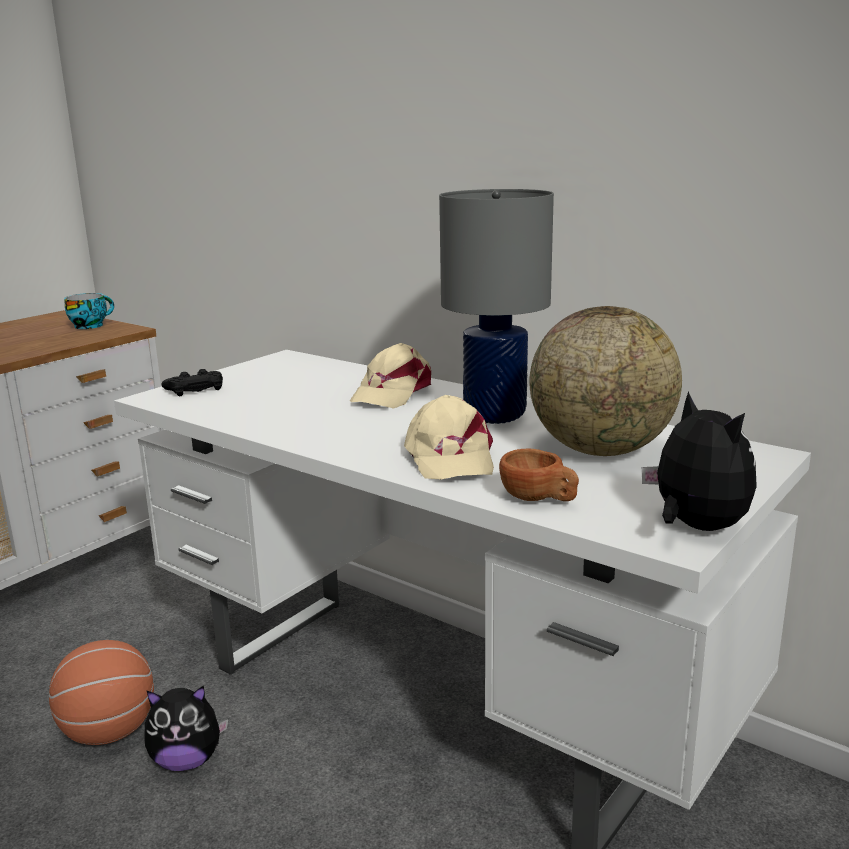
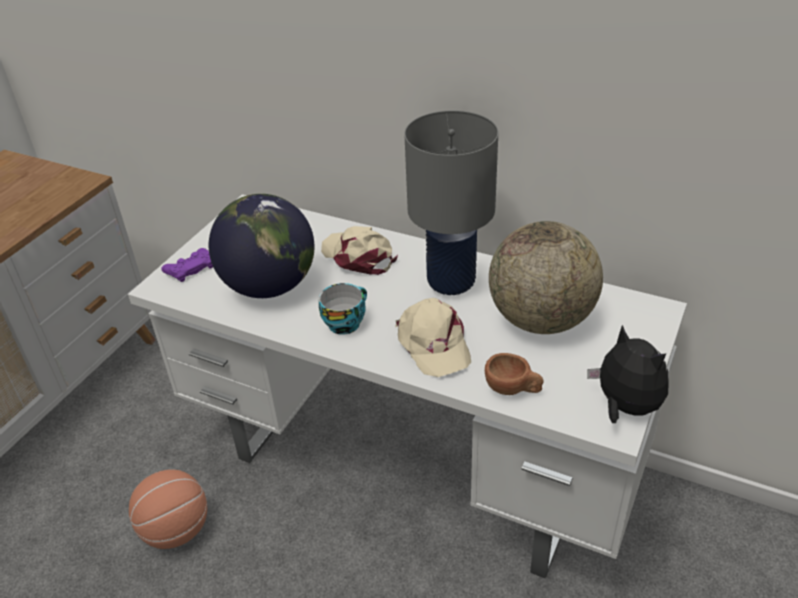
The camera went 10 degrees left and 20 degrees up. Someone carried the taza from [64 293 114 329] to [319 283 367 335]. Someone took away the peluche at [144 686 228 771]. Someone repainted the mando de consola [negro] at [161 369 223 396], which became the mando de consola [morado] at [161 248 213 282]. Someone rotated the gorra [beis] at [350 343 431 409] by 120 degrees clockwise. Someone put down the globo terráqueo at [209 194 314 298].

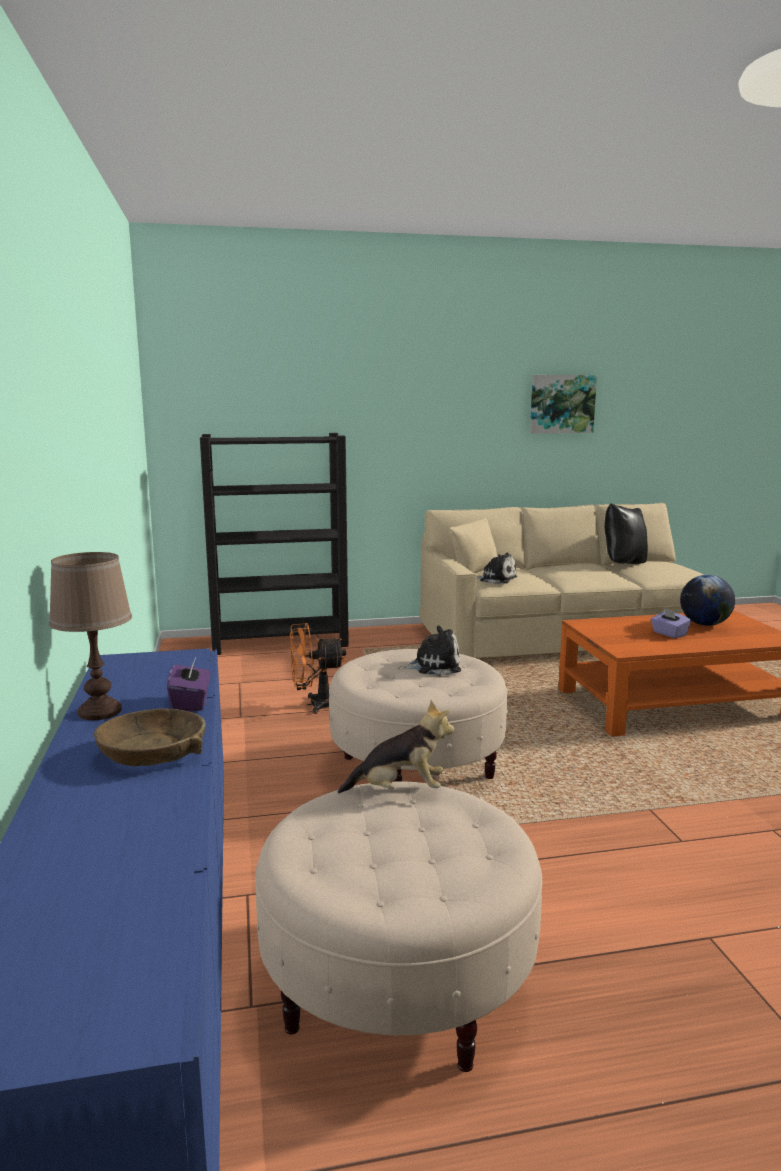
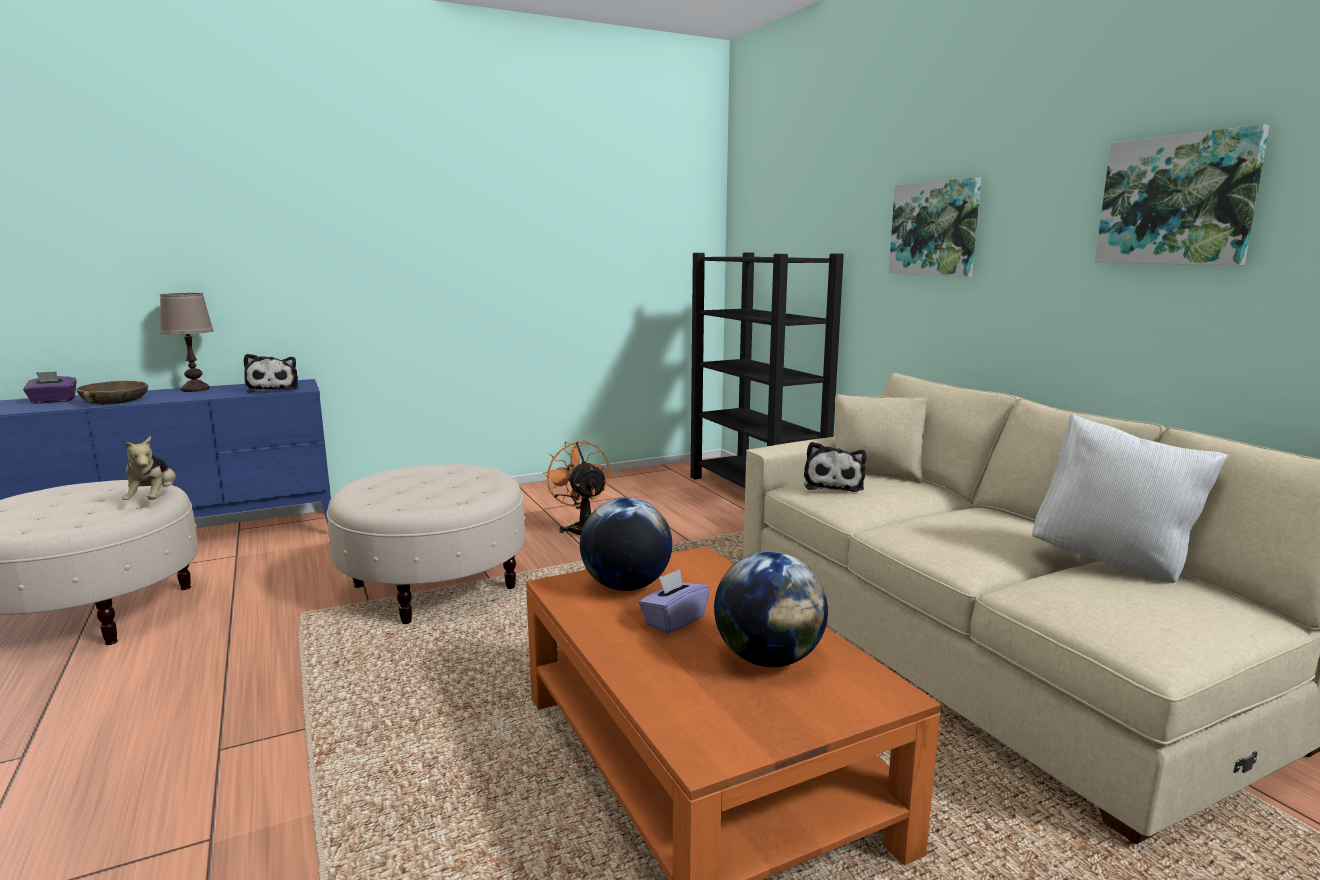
The camera went 75 degrees right and 0 degrees up. Someone carried the caja de pañuelos [morado] from [167 656 210 711] to [23 372 77 404]. Someone carried the peluche from [397 625 461 675] to [244 354 299 393]. Someone repainted the cojín [negro] at [604 503 648 564], which became the cojín [blanco] at [1032 413 1228 583]. Someone put down the globo terráqueo at [580 497 672 591]. Someone put up the cuadro at [889 177 981 277].

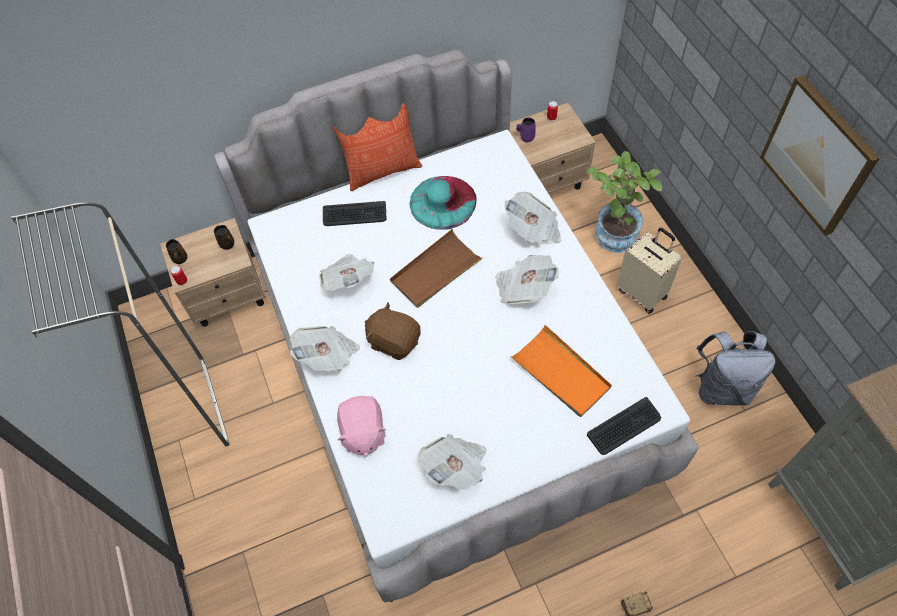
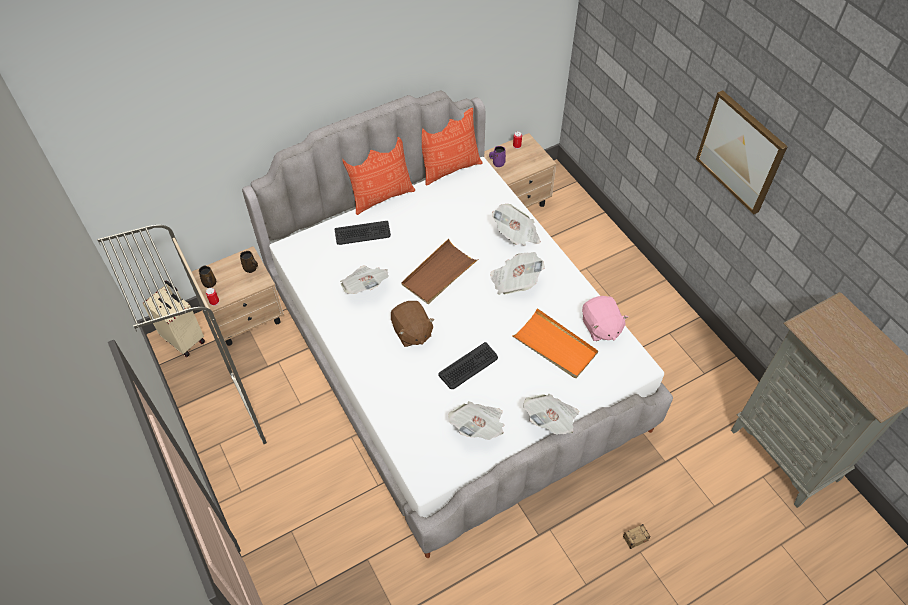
The camera went 10 degrees left and 5 degrees down. Someone carried the periódico from [290 326 360 371] to [523 394 579 435]. Someone carried the peluche [rosa] from [337 396 387 457] to [582 296 628 341]. Someone rotated the peluche [marrón] at [365 302 421 360] by 135 degrees counterclockwise. Someone took away the sombrero [turquesa] at [409 176 476 230]. Someone took away the planta en maceta at [586 151 662 253]. Someone carried the teclado from [587 397 661 455] to [438 342 498 389]. Someone carried the maleta [beis] from [617 228 682 314] to [142 280 205 357]. Someone took away the mochila [gris] at [695 331 775 406]. Someone put down the cojín [naranja] at [422 108 482 186].

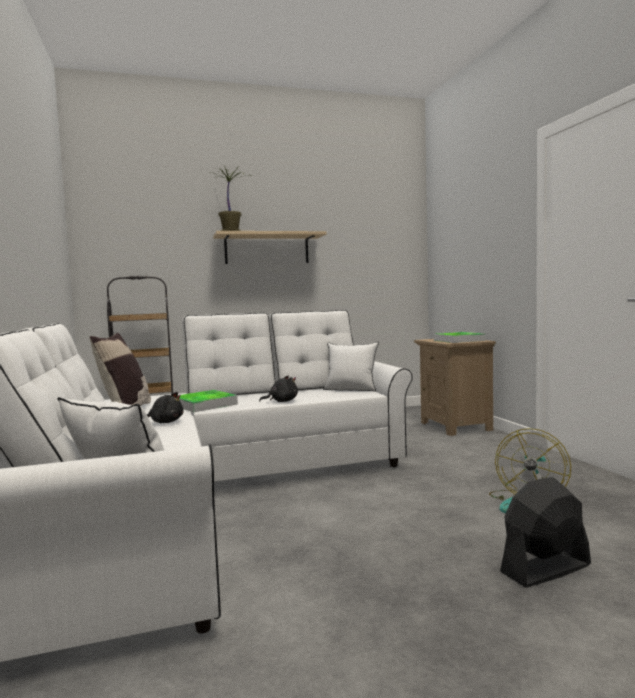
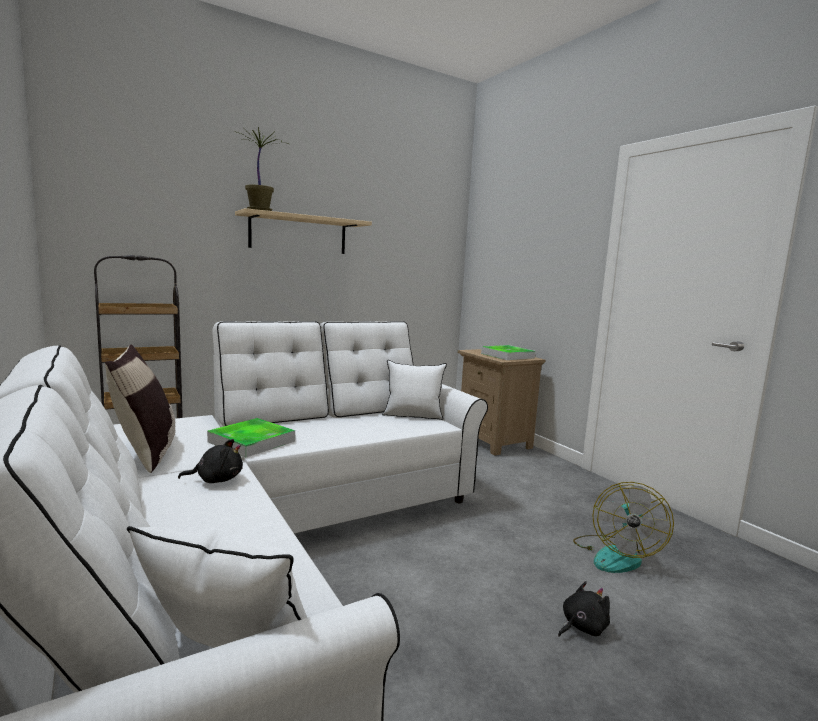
The camera went 15 degrees left and 5 degrees up. Someone carried the peluche [negro] from [259 375 298 402] to [558 581 610 637]. Someone took away the ventilador [negro] at [500 477 591 588].

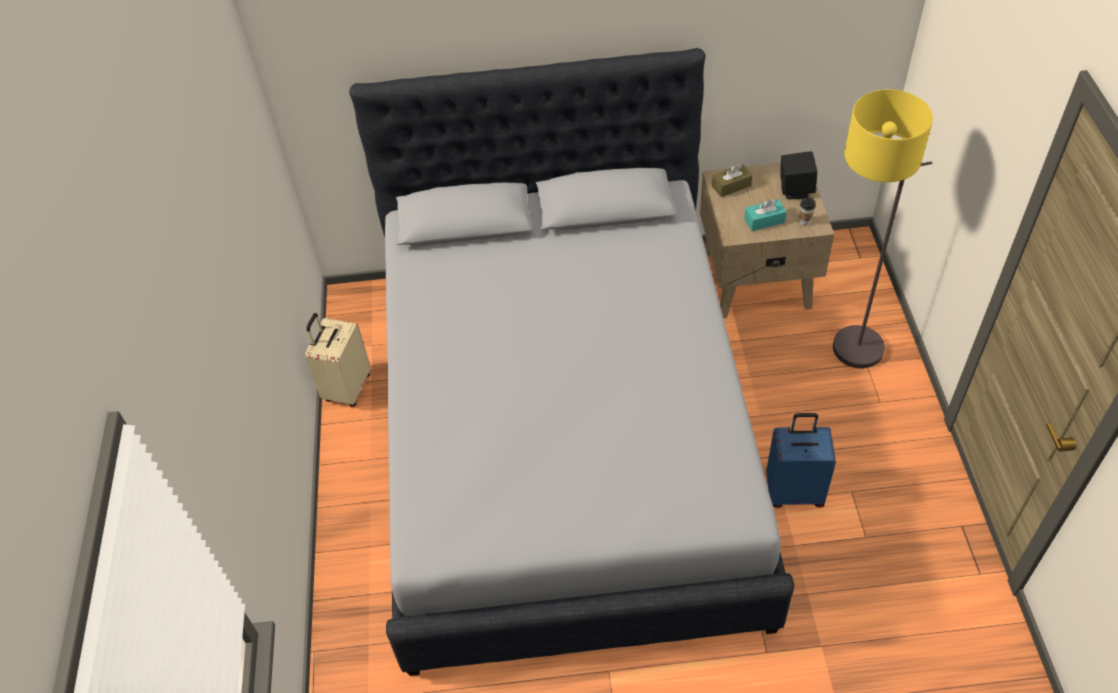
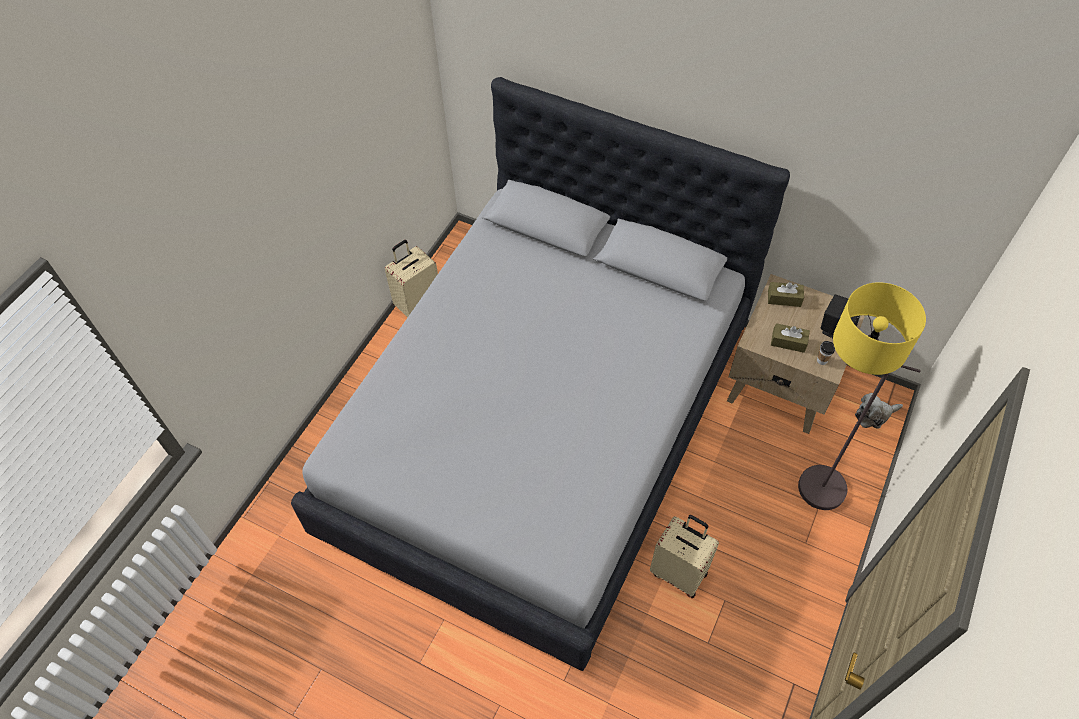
The camera went 30 degrees right and 5 degrees up. Someone repainted the caja de pañuelos [turquesa] at [744 199 787 231], which became the caja de pañuelos [marrón] at [771 323 810 353]. Someone repainted the maleta [azul] at [766 413 836 508], which became the maleta [beis] at [650 515 719 598]. Someone put down the peluche at [855 393 903 429].

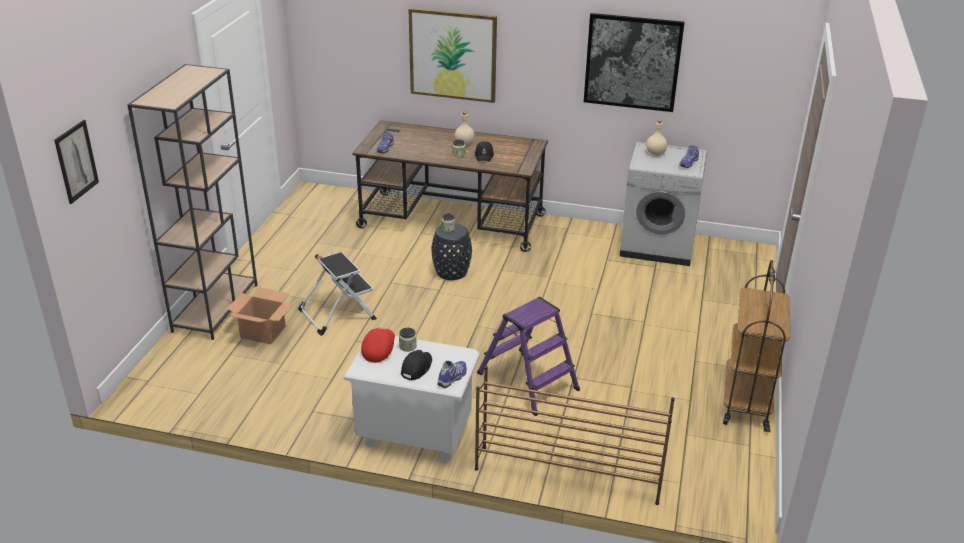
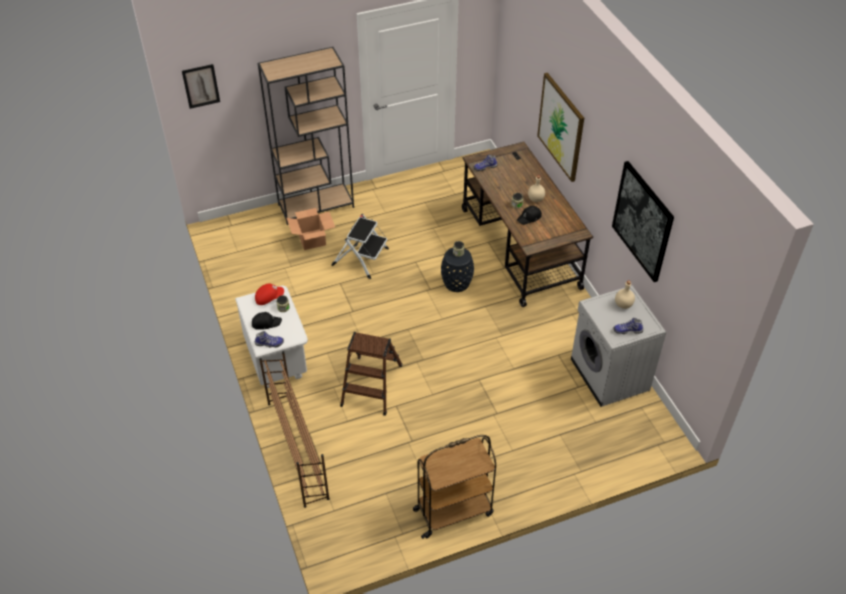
The camera went 55 degrees right and 15 degrees up. Someone repainted the escalera de tijera [morado] at [477 296 580 416], which became the escalera de tijera [marrón] at [340 332 403 416].

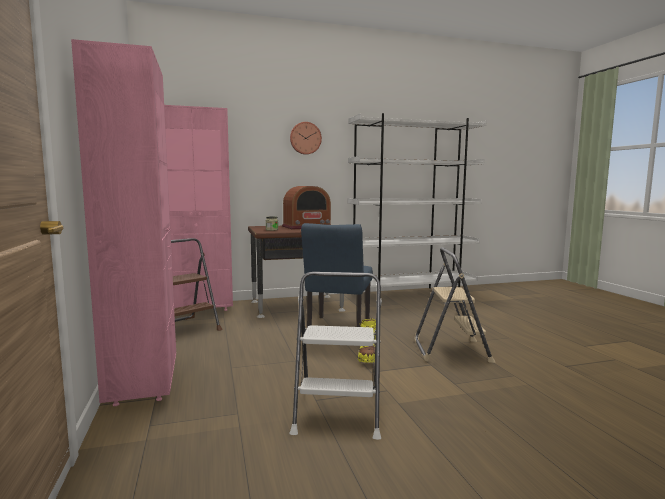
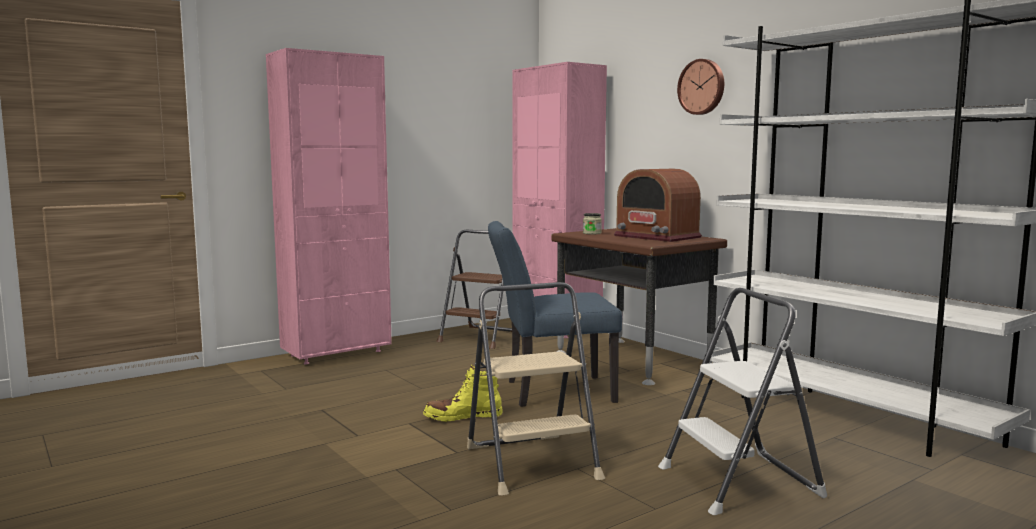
The camera went 70 degrees right and 0 degrees up. Someone carried the escalera de tijera [blanco] from [289 272 382 440] to [658 288 827 515].

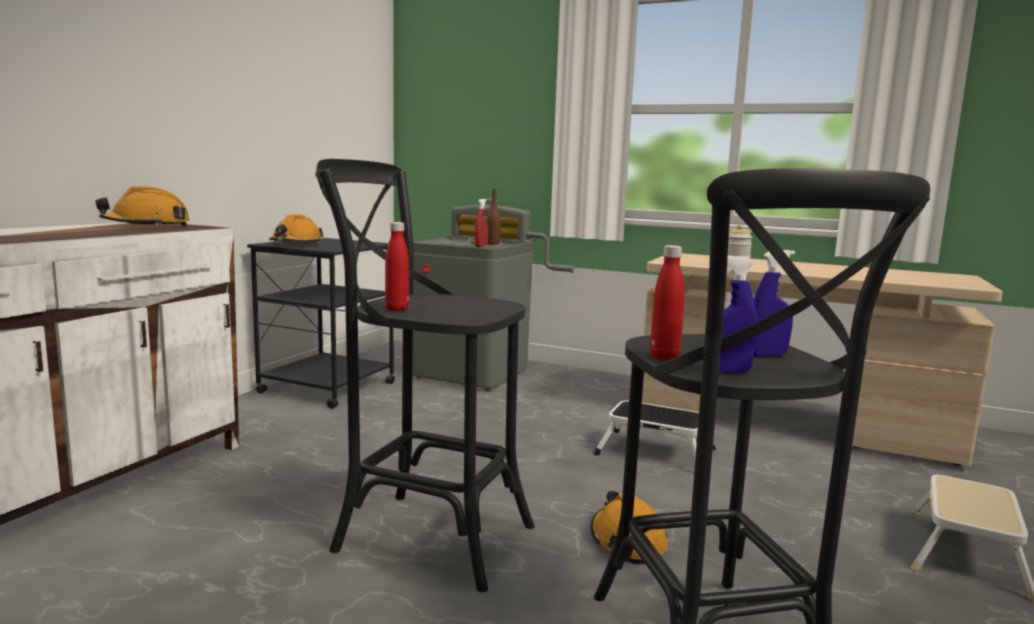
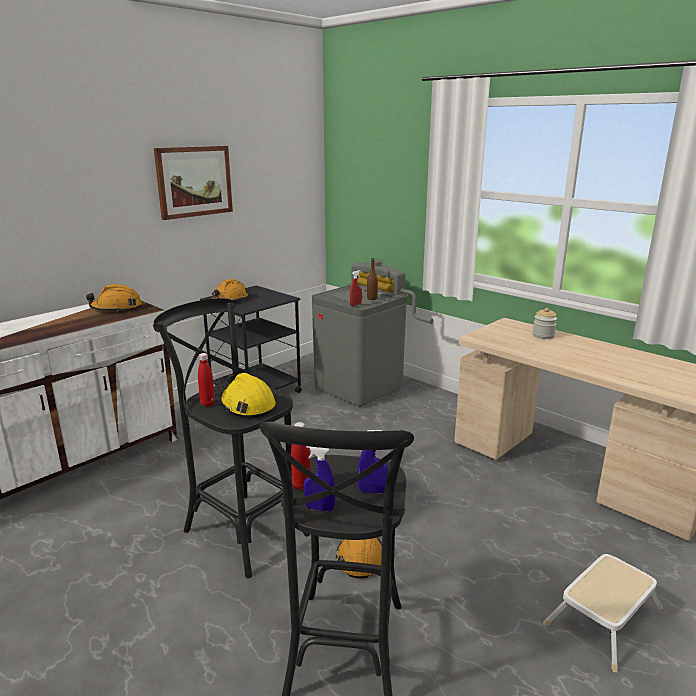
The camera went 20 degrees right and 10 degrees up. Someone took away the escalera de tijera [negro] at [593 400 716 457]. Someone put up the cuadro at [154 146 233 220]. Someone put down the casco [amarillo] at [220 373 276 418].

